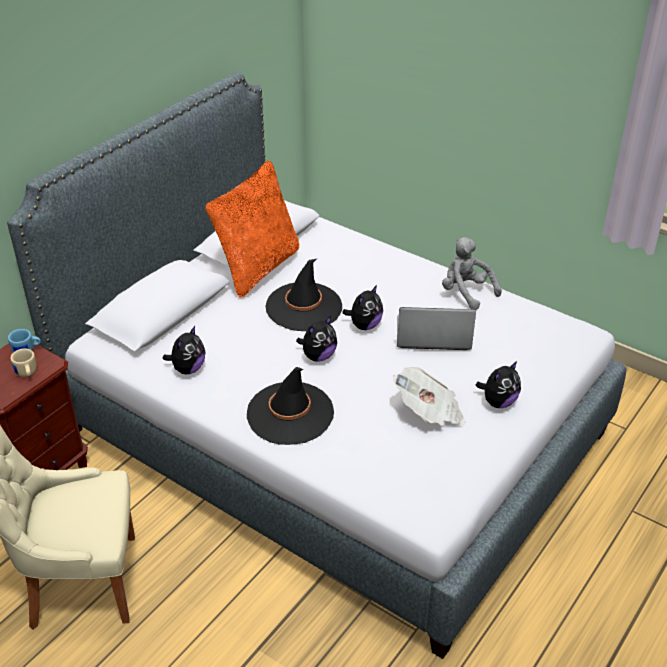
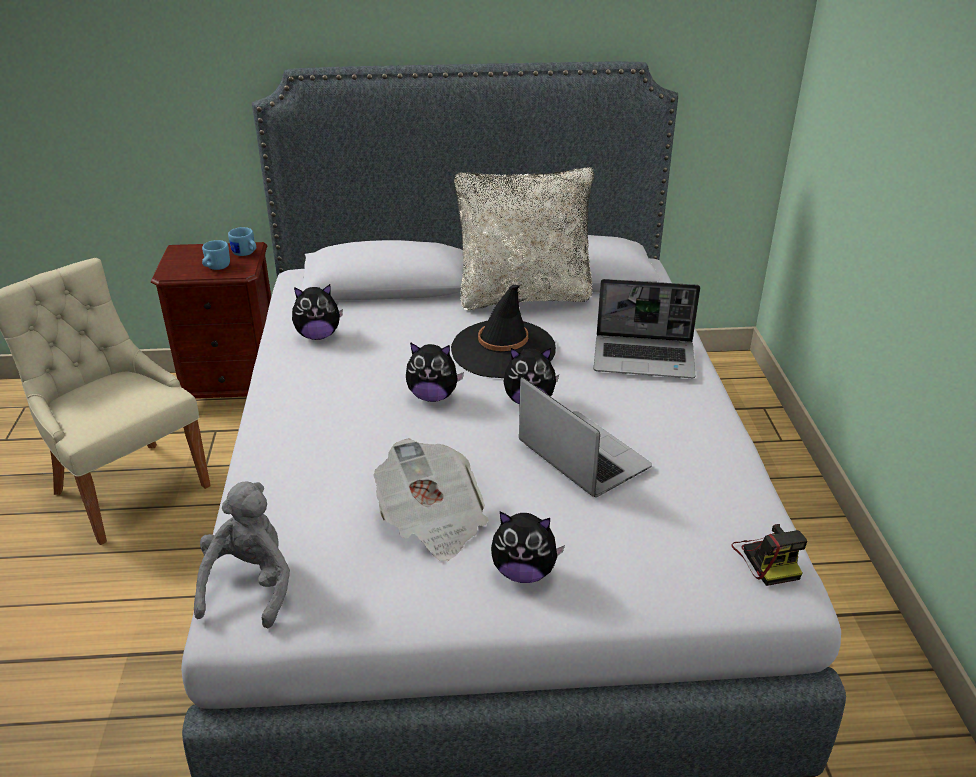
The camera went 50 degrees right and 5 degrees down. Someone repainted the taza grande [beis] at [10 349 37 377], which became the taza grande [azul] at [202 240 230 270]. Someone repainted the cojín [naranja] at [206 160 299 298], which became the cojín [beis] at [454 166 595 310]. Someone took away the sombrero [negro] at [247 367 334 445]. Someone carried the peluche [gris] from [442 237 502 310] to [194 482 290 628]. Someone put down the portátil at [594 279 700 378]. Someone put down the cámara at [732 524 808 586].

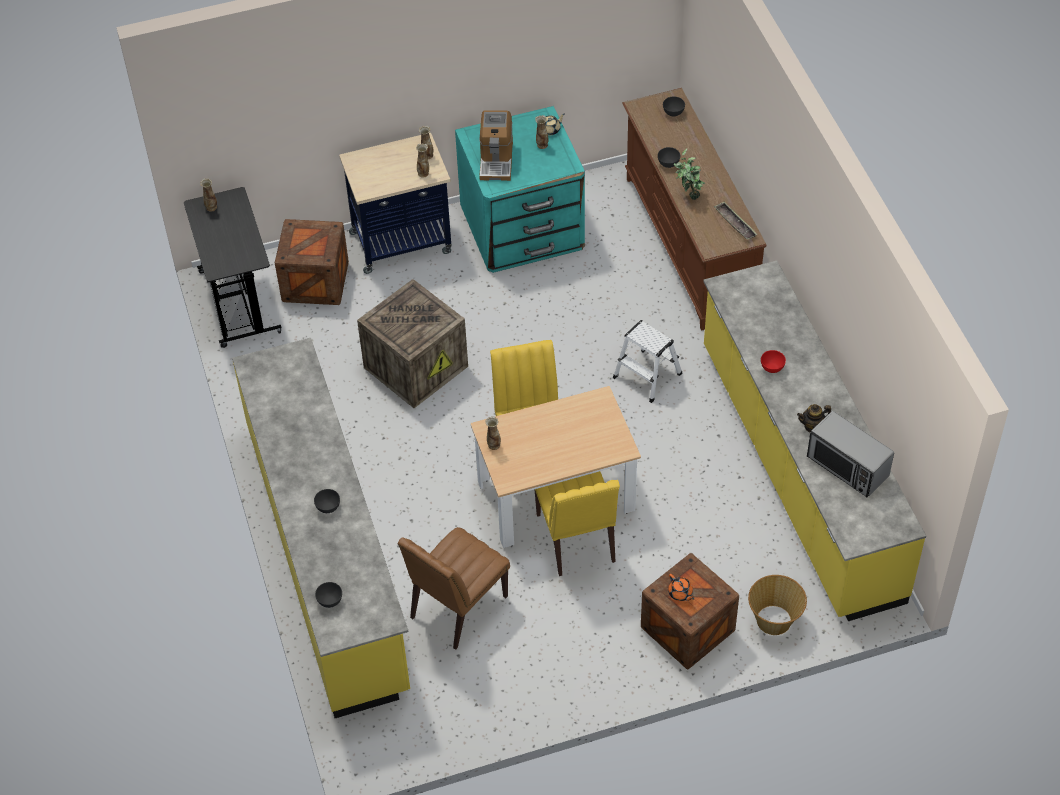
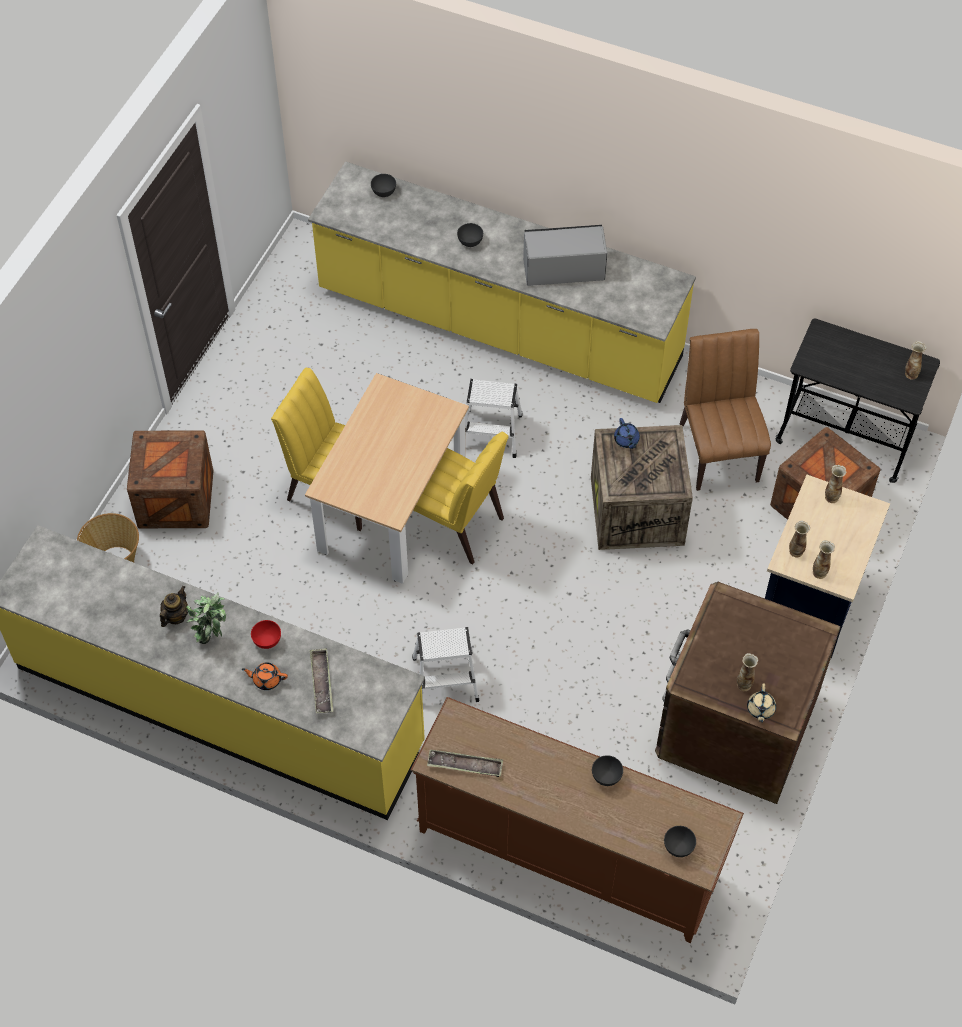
The camera went 130 degrees right and 5 degrees up. Someone carried the silla [marrón] from [398 527 510 650] to [680 329 771 491]. Someone repainted the cómoda [turquesa] at [455 106 585 273], which became the cómoda [marrón] at [655 582 841 804]. Someone took away the cafetera at [479 110 513 181]. Someone carried the florero from [485 416 501 450] to [825 465 846 503]. Someone carried the tetera [naranja] from [668 574 694 601] to [242 662 288 690]. Someone carried the planta en maceta from [674 148 705 200] to [186 593 226 644]. Someone carried the microondas from [807 411 894 497] to [523 225 607 286]. Someone put down the bandeja at [310 648 333 713]. Someone put down the escalera de tijera [blanco] at [465 379 523 458]. Someone put down the tetera [azul] at [614 418 640 449].

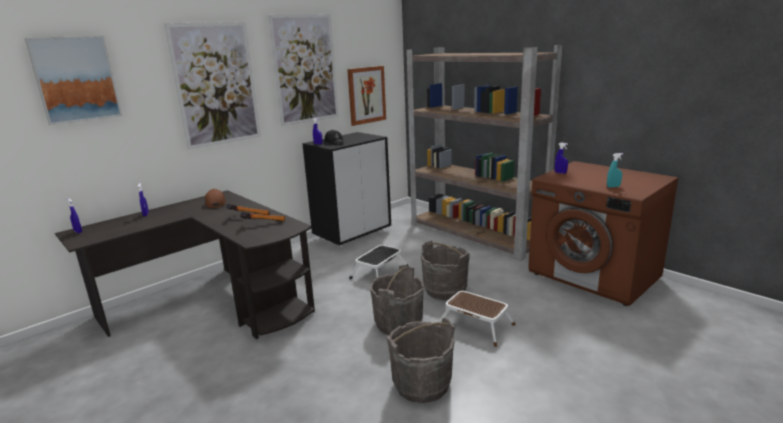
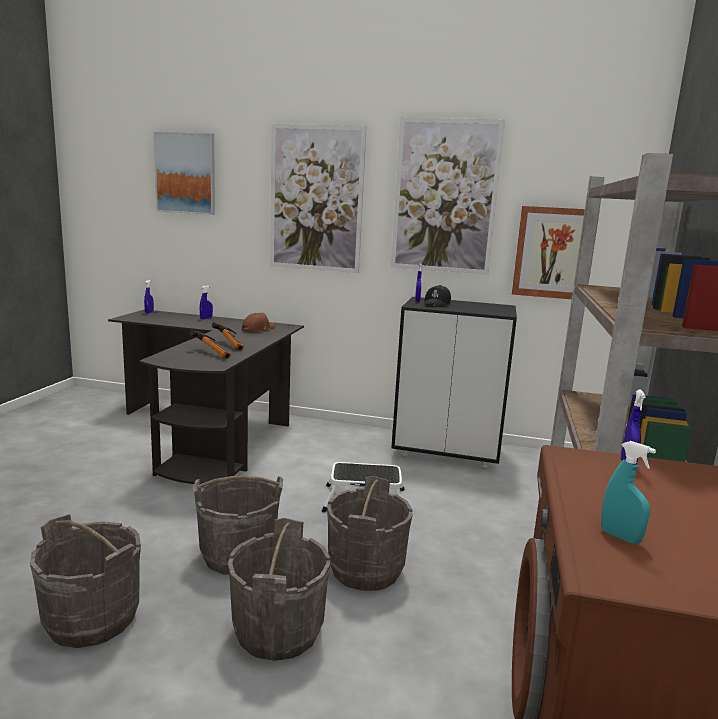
The camera went 55 degrees right and 5 degrees down. Someone swapped the escalera de tijera [marrón] at [439 291 516 347] for the cubo [gris] at [228 518 330 661].

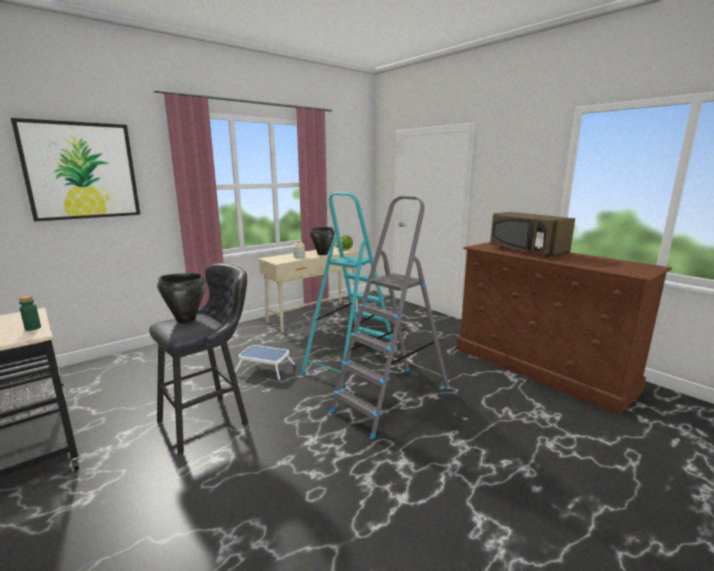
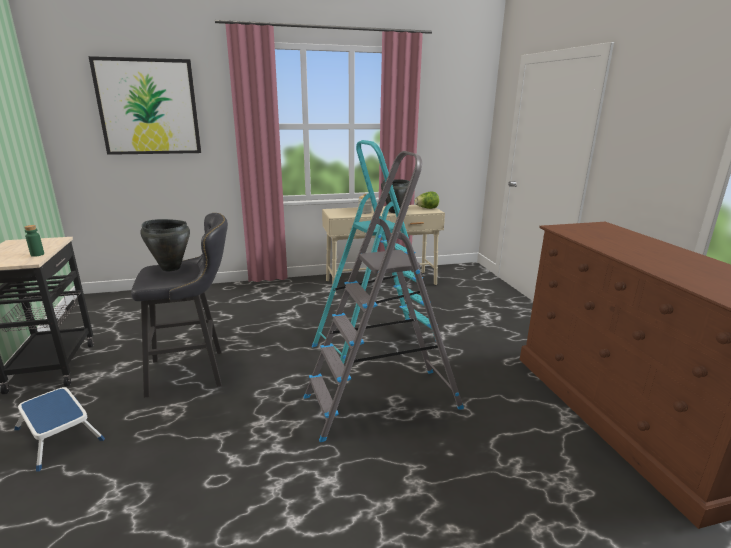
The camera went 25 degrees right and 5 degrees up. Someone carried the escalera de tijera [azul] from [234 345 297 384] to [14 387 105 472]. Someone took away the microondas [marrón] at [490 212 575 257].

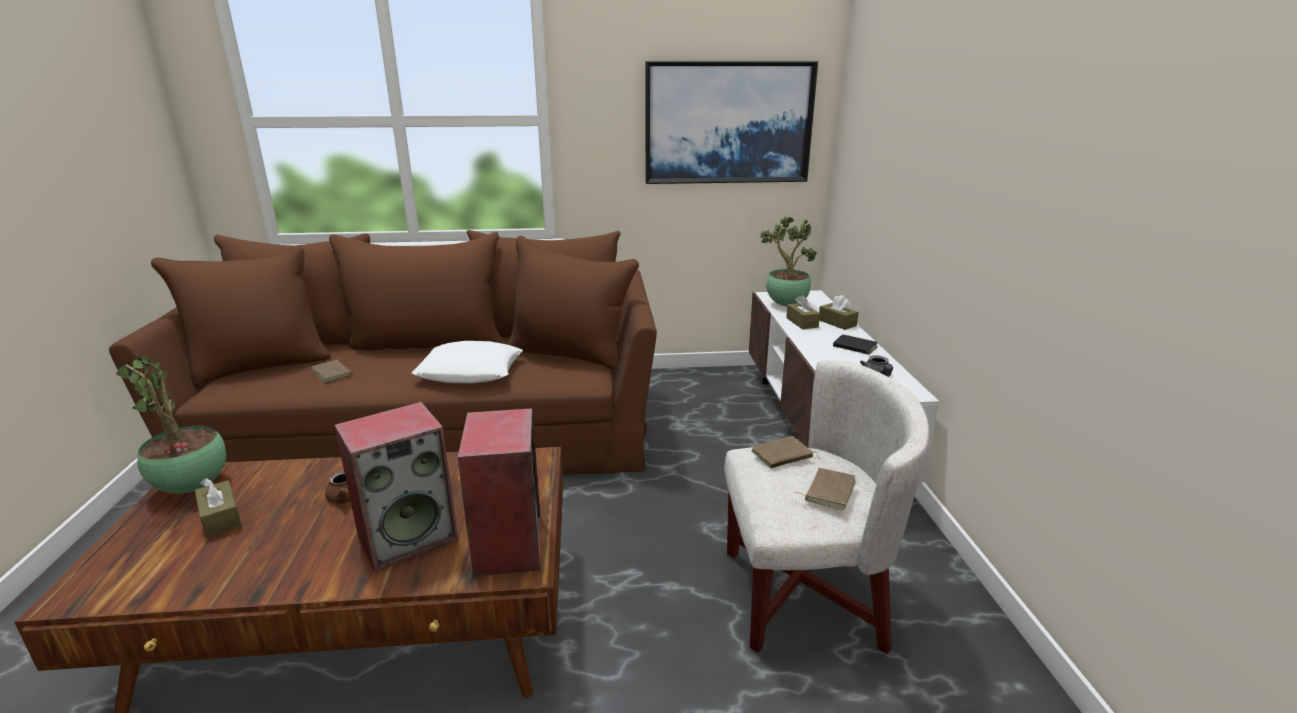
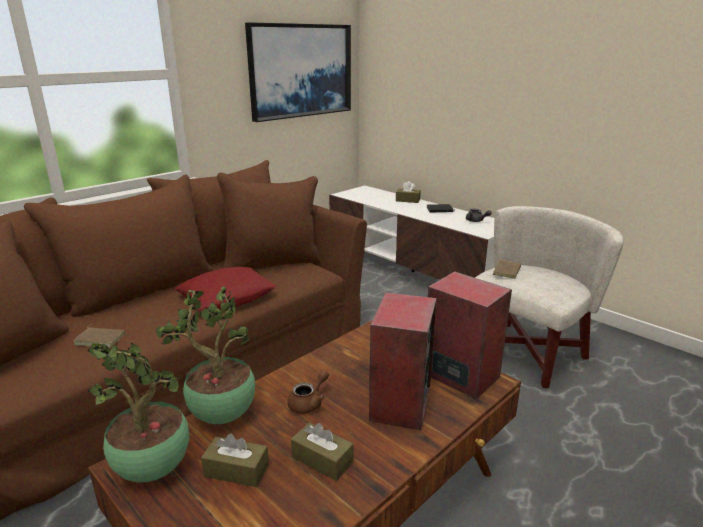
The camera went 40 degrees left and 0 degrees up. Someone repainted the cojín [blanco] at [412 341 523 383], which became the cojín [rojo] at [175 267 276 311]. Someone carried the planta en maceta from [760 217 817 306] to [156 287 255 424]. Someone carried the caja de pañuelos [marrón] from [786 295 820 329] to [291 423 353 481]. Someone took away the libro [marrón] at [793 468 856 511].

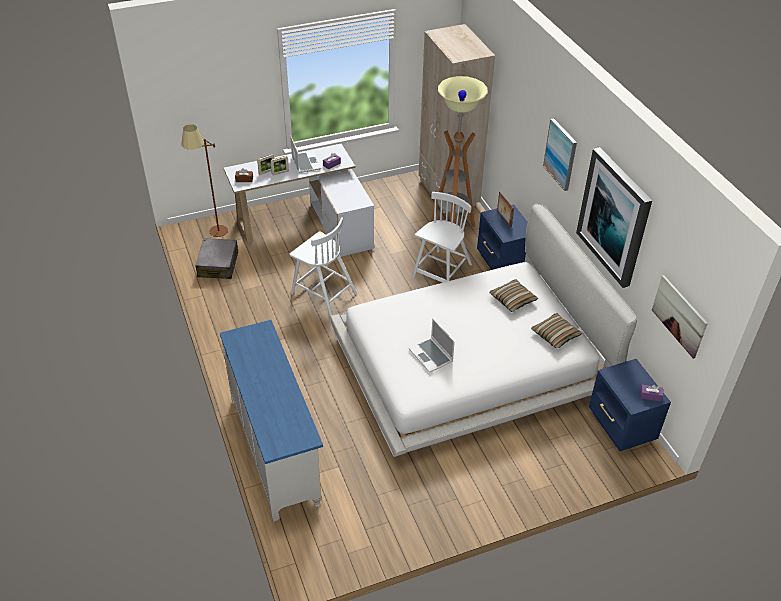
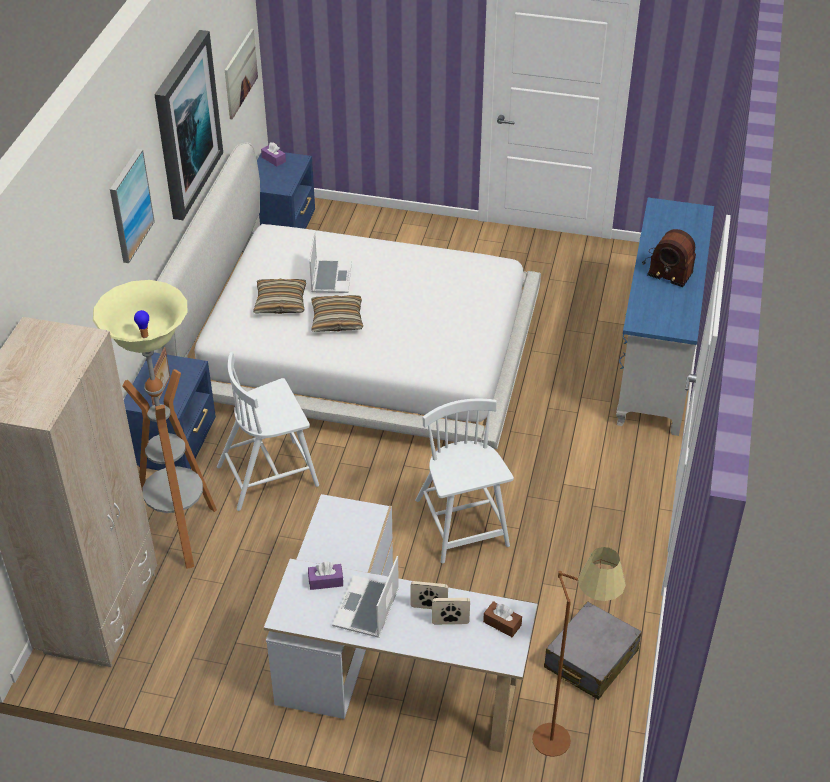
The camera went 145 degrees left and 0 degrees up. Someone carried the portátil from [409 318 455 373] to [310 232 352 293]. Someone carried the cojín from [531 313 582 349] to [311 295 363 332]. Someone put down the radio at [642 229 696 287].

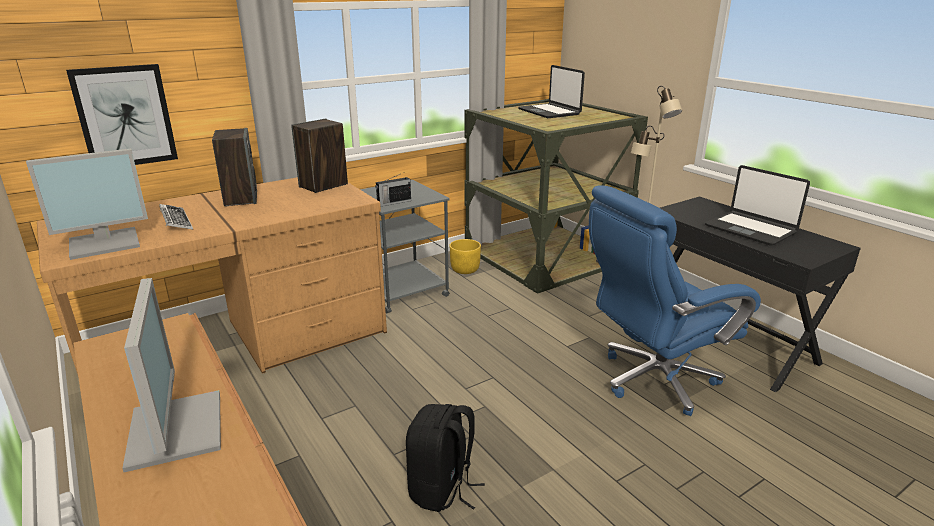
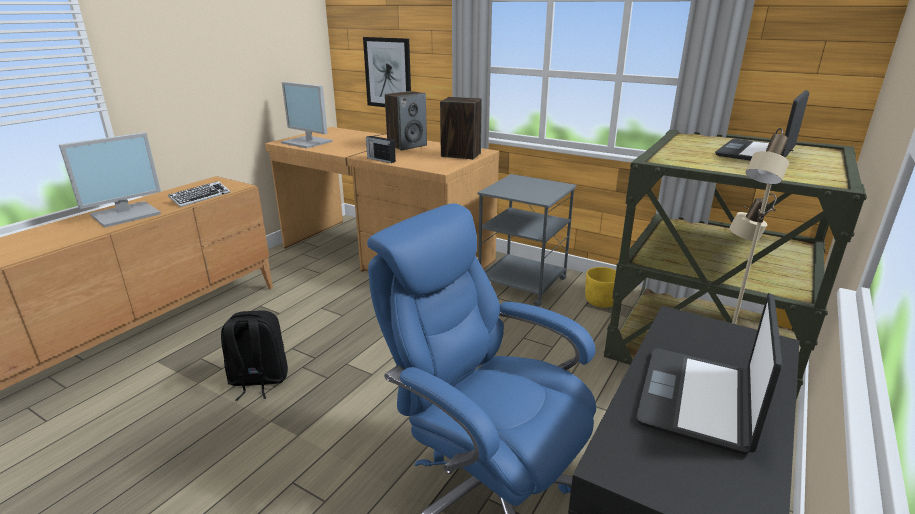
The camera went 65 degrees right and 0 degrees up. Someone carried the teclado from [159 204 193 230] to [168 181 230 207]. Someone carried the radio from [375 172 411 206] to [366 134 396 163].

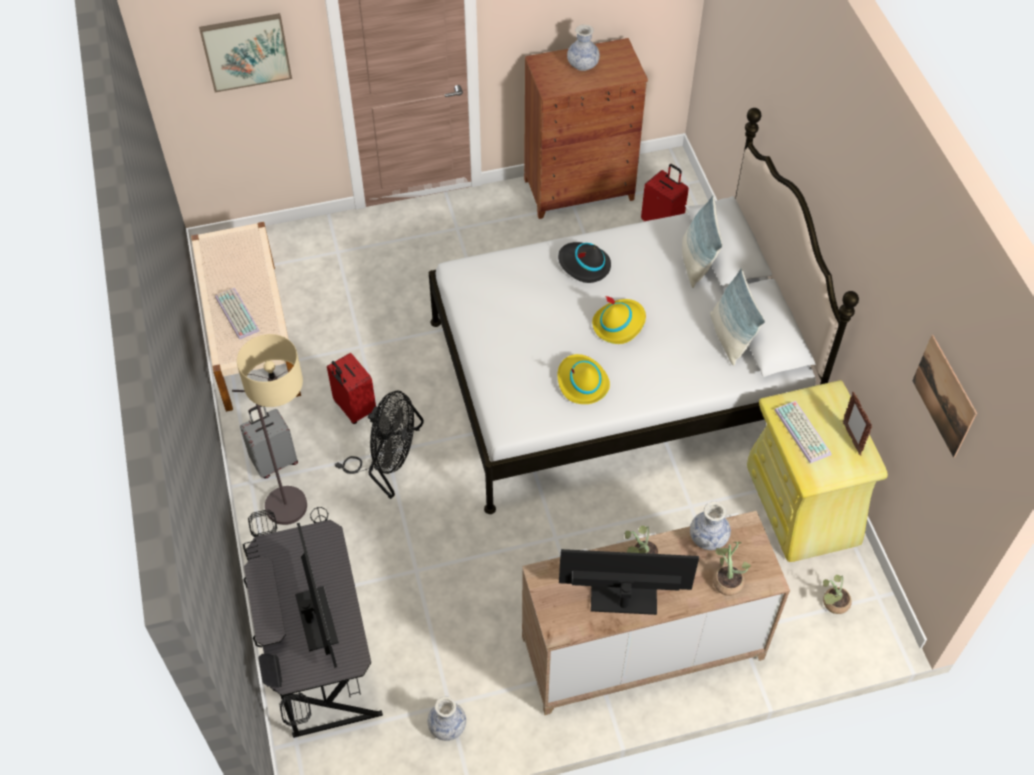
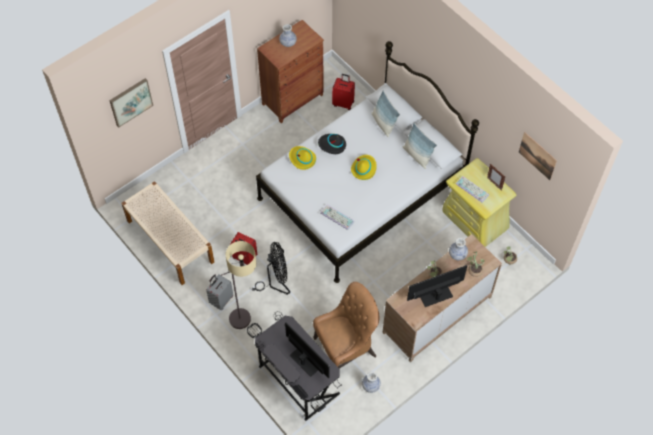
The camera went 25 degrees left and 5 degrees up. Someone carried the teclado from [215 288 260 340] to [320 205 355 230]. Someone carried the sombrero [amarillo] from [558 354 610 404] to [289 146 316 170]. Someone put down the silla [marrón] at [313 282 379 369].

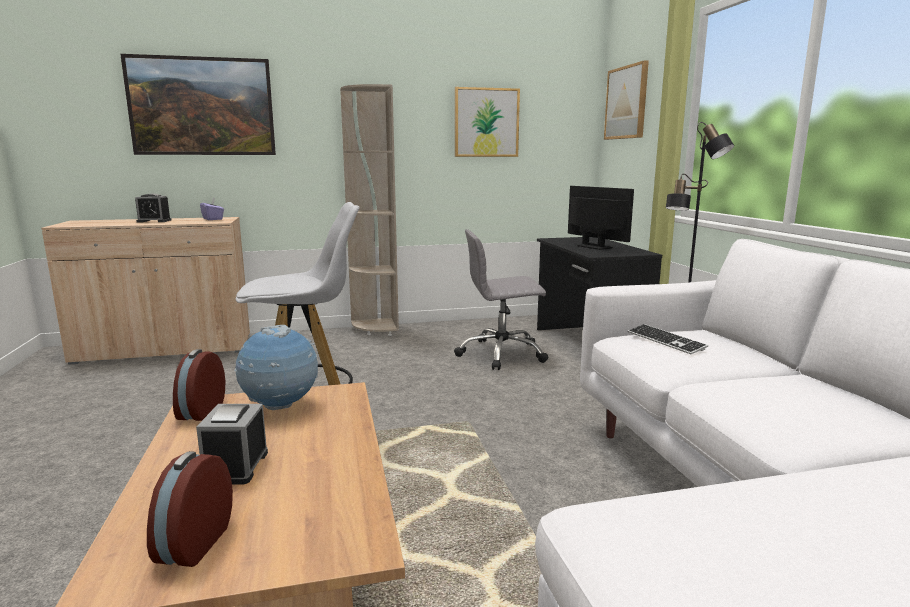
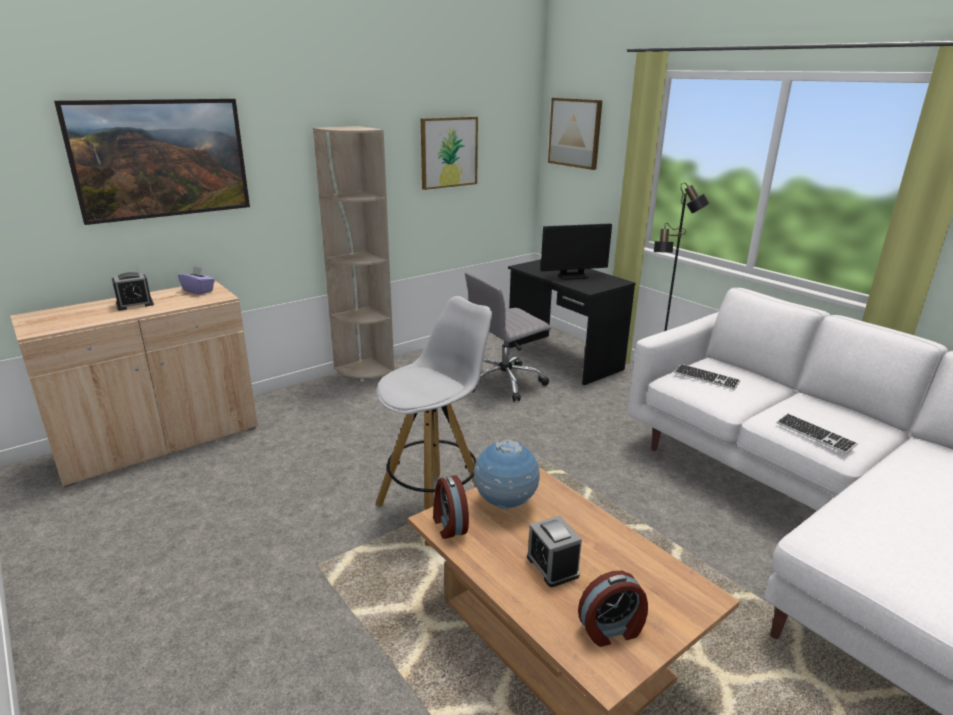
The camera went 25 degrees left and 10 degrees up. Someone rotated the despertador at [147 451 233 567] by 90 degrees counterclockwise. Someone rotated the monitor at [568 186 634 250] by 135 degrees clockwise. Someone put down the teclado at [777 413 858 454].

